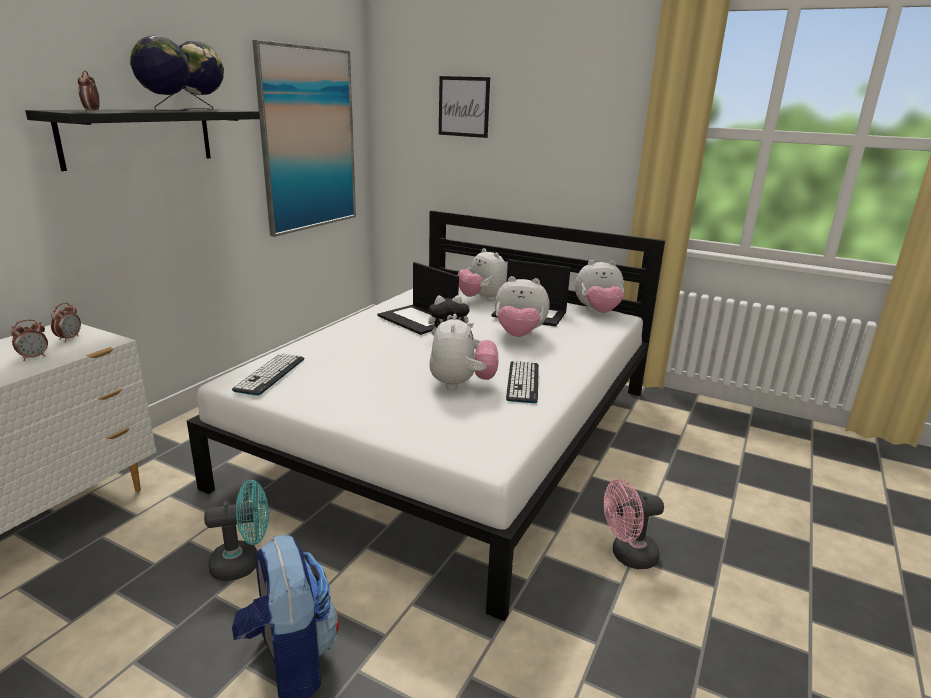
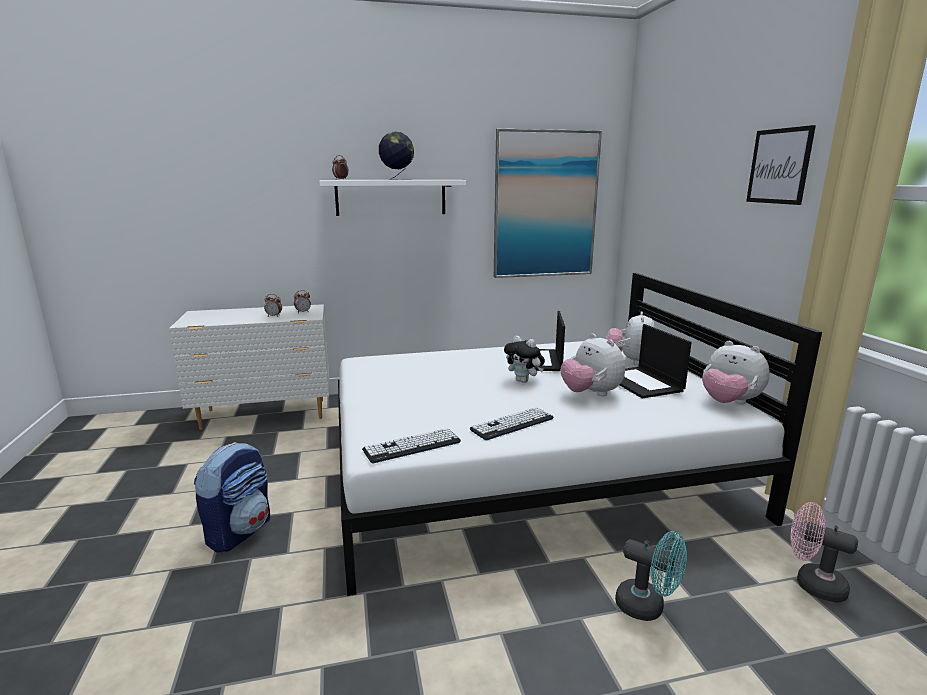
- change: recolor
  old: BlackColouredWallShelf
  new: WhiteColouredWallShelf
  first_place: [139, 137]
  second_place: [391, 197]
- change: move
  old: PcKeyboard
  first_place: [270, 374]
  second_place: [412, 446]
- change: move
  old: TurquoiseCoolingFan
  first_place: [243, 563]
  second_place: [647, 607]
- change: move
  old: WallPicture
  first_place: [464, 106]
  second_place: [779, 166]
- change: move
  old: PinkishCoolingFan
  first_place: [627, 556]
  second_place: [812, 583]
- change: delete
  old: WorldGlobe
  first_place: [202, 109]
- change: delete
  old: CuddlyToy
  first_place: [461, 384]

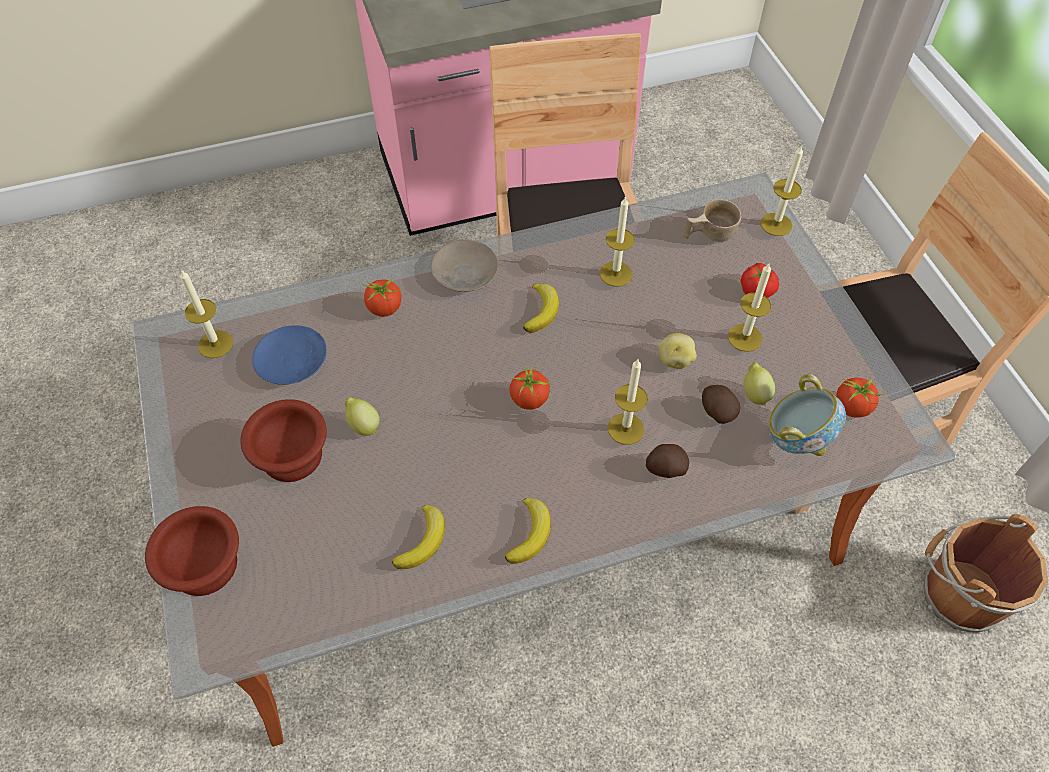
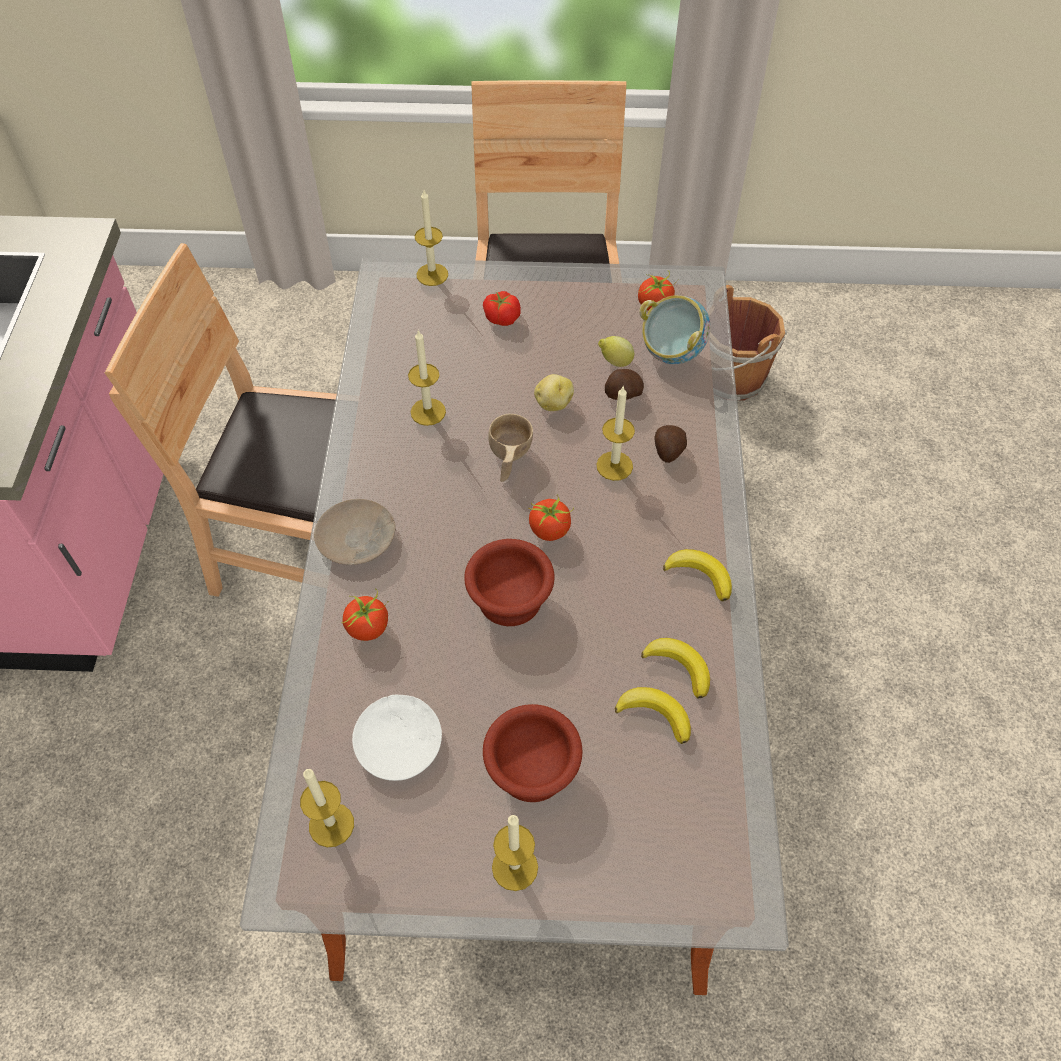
- change: recolor
  old: BluishDinnerPlate
  new: WhiteColouredDinnerPlate
  first_place: [293, 361]
  second_place: [399, 741]
- change: move
  old: BrownServingBowl
  first_place: [205, 563]
  second_place: [507, 598]
- change: move
  old: SandColouredCup
  first_place: [708, 235]
  second_place: [508, 459]
- change: move
  old: WaxCandle
  first_place: [744, 337]
  second_place: [515, 867]
- change: move
  old: Banana
  first_place: [541, 310]
  second_place: [655, 714]
- change: delete
  old: WholeLemon
  first_place: [363, 425]

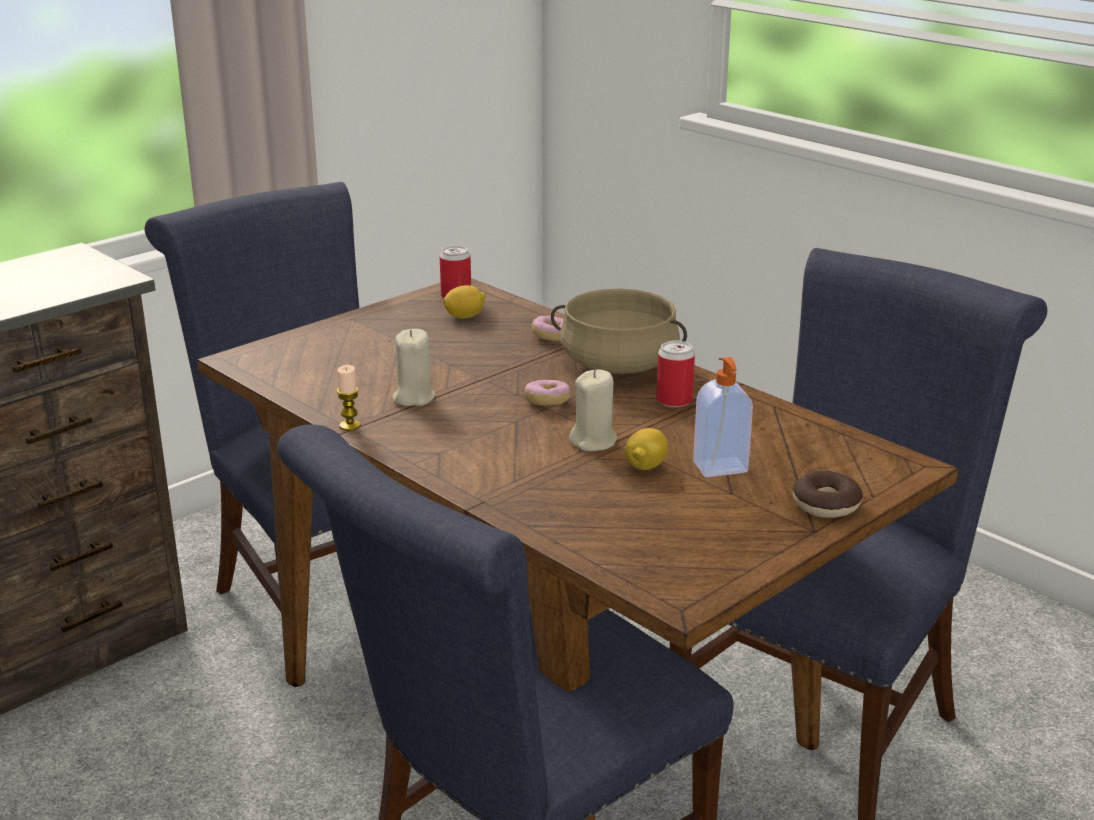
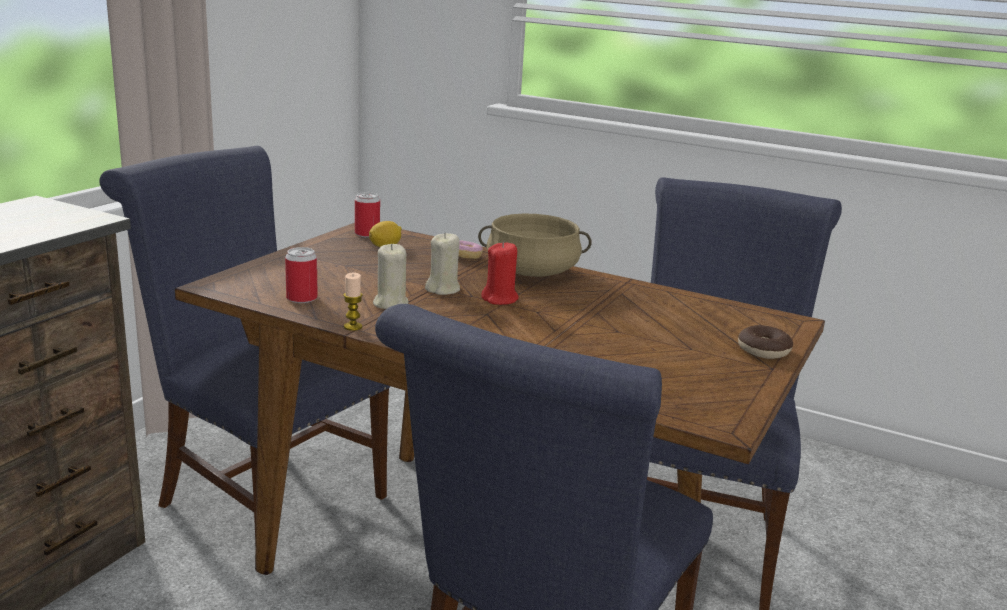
- change: move
  old: Can
  first_place: [674, 401]
  second_place: [302, 298]
- change: move
  old: SandColouredWaxCandle
  first_place: [594, 441]
  second_place: [443, 289]
- change: replace
  old: Doughnut
  new: RedColouredWaxCandle
  first_place: [547, 402]
  second_place: [500, 299]
- change: delete
  old: WholeLemon
  first_place: [645, 466]
- change: delete
  old: SoapBottle
  first_place: [721, 468]

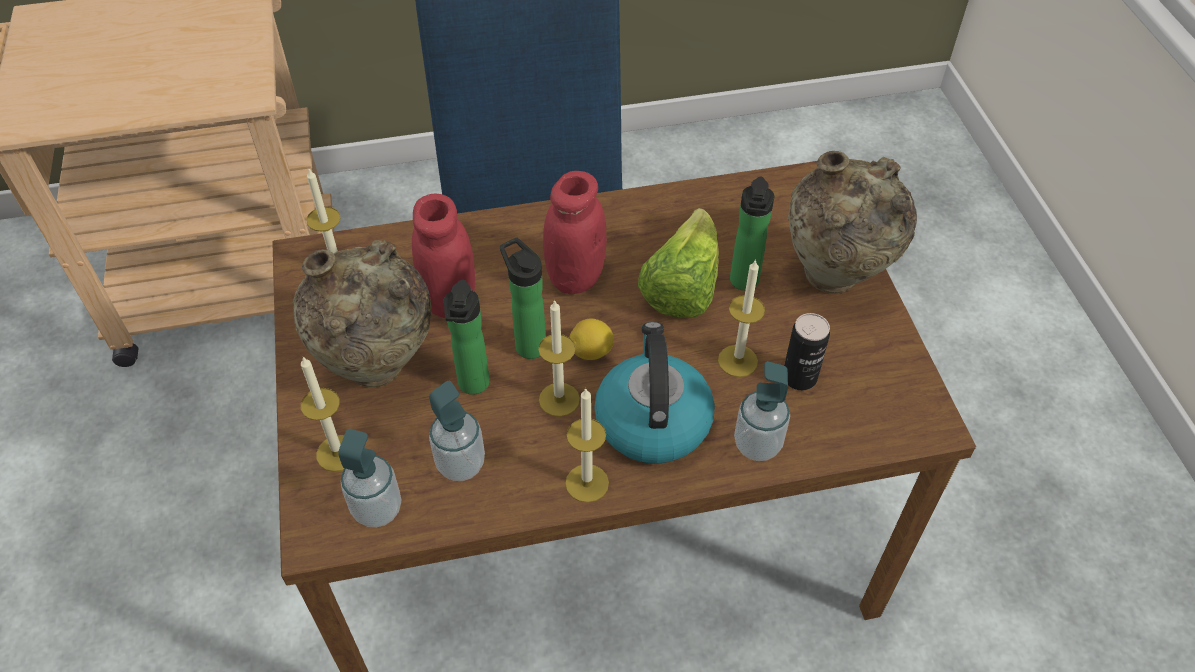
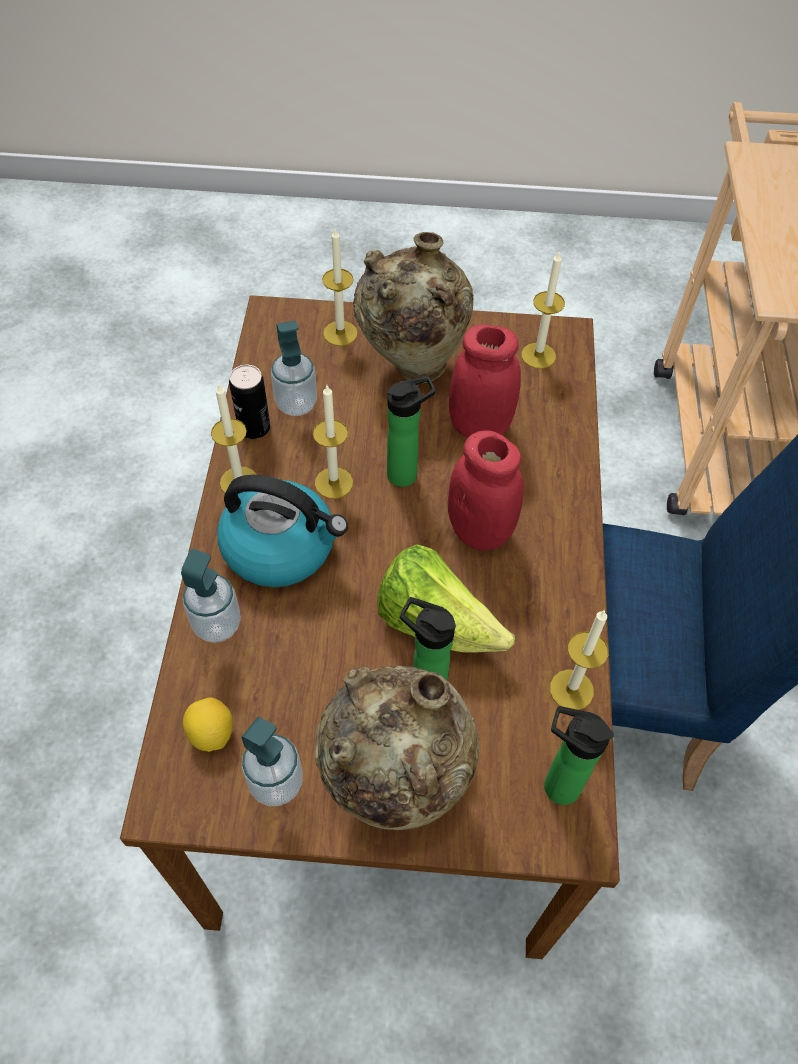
- change: move
  old: WholeLemon
  first_place: [591, 352]
  second_place: [211, 733]
- change: move
  old: Can
  first_place: [799, 377]
  second_place: [254, 427]
- change: move
  old: SoapBottle
  first_place: [377, 509]
  second_place: [276, 783]
- change: move
  old: BeverageBottle
  first_place: [473, 386]
  second_place: [555, 785]
- change: move
  old: WaxCandle
  first_place: [737, 361]
  second_place: [571, 690]

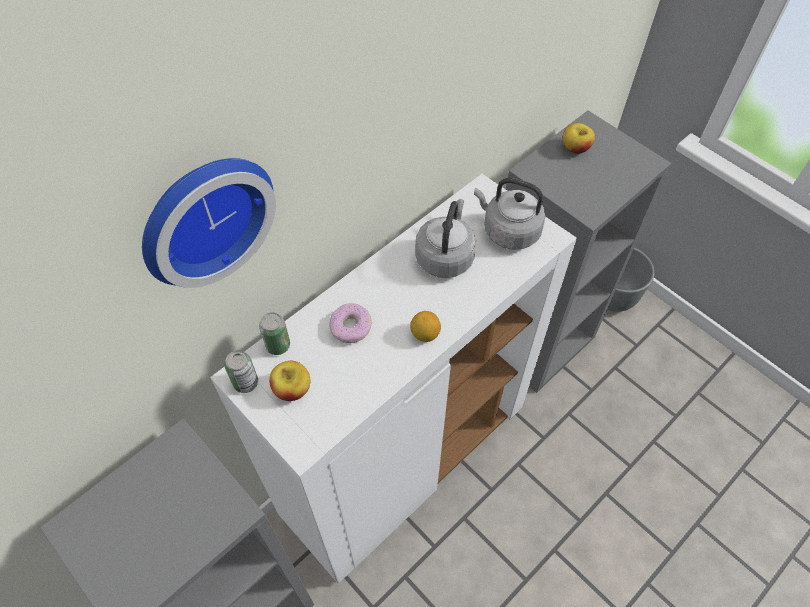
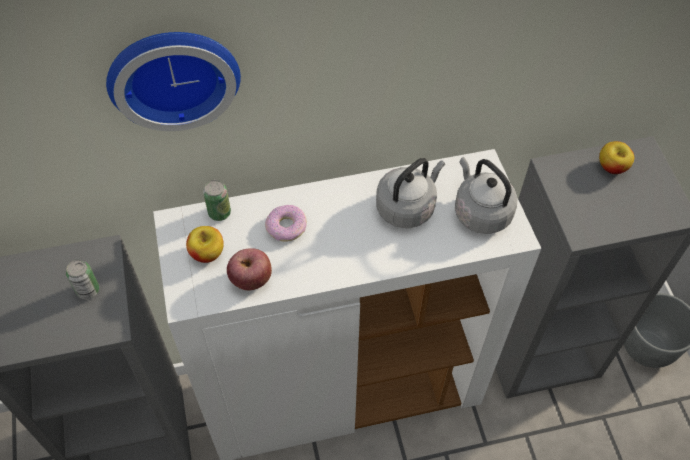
- change: move
  old: Can
  first_place: [245, 383]
  second_place: [88, 290]
- change: insert
  new: Apple
  second_place: [251, 279]
- change: delete
  old: WholeLemon
  first_place: [425, 334]

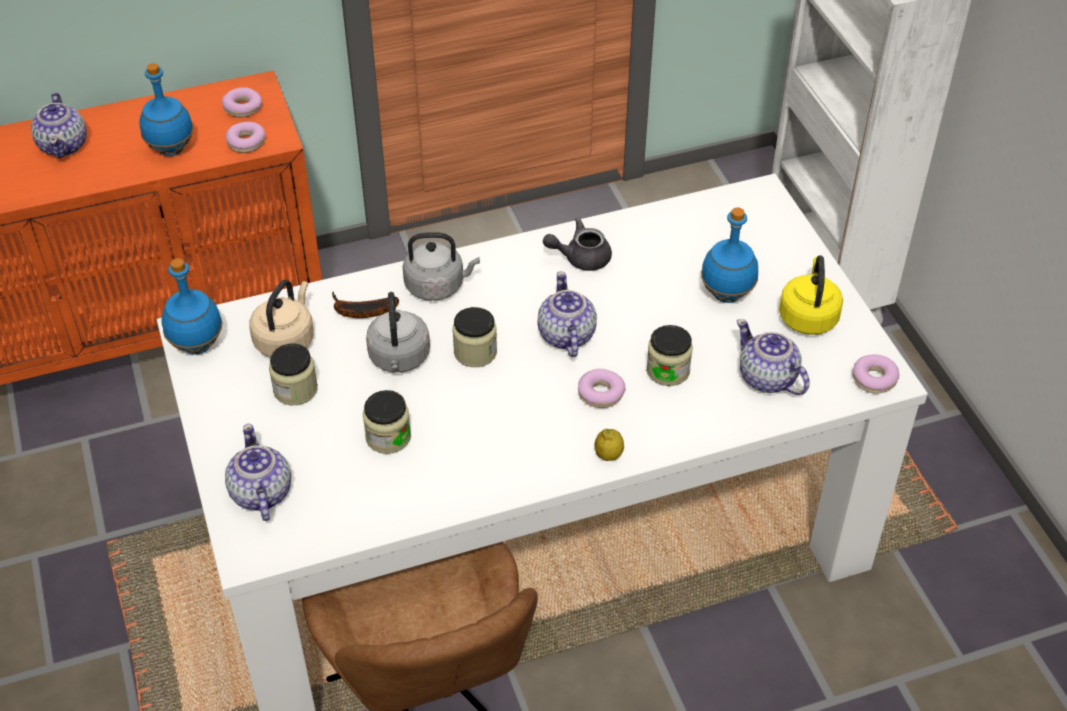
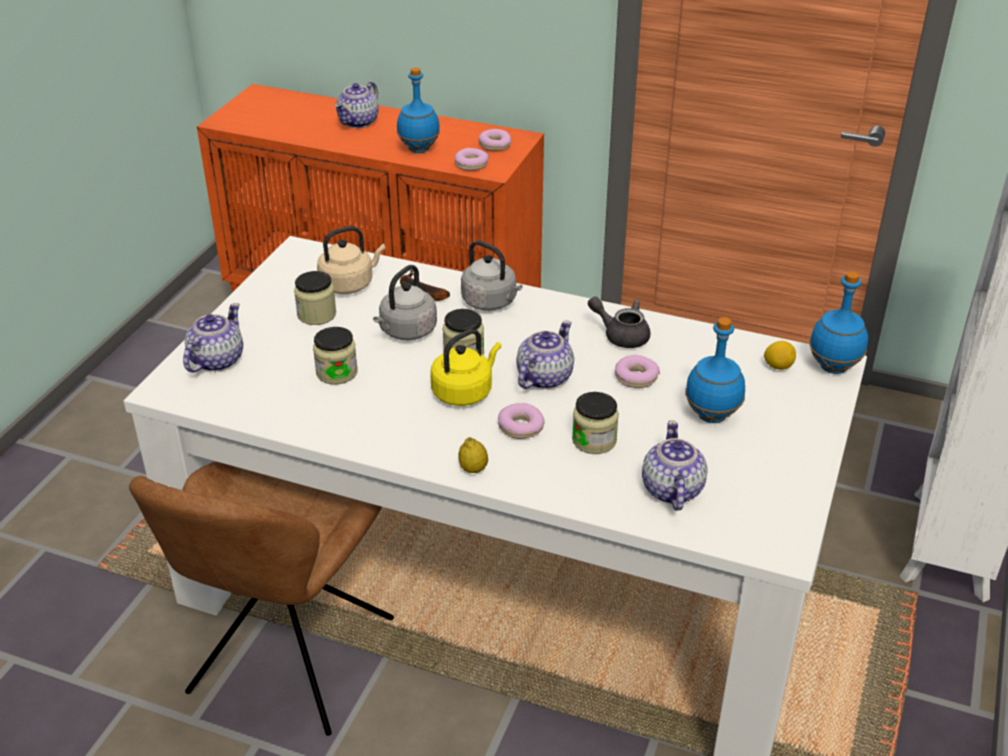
- change: move
  old: YellowKettle
  first_place: [808, 316]
  second_place: [464, 392]
- change: move
  old: Doughnut
  first_place: [874, 379]
  second_place: [636, 377]
- change: insert
  new: WholeLemon
  second_place: [778, 366]
- change: move
  old: BluishBeverageBottle
  first_place: [196, 345]
  second_place: [833, 367]

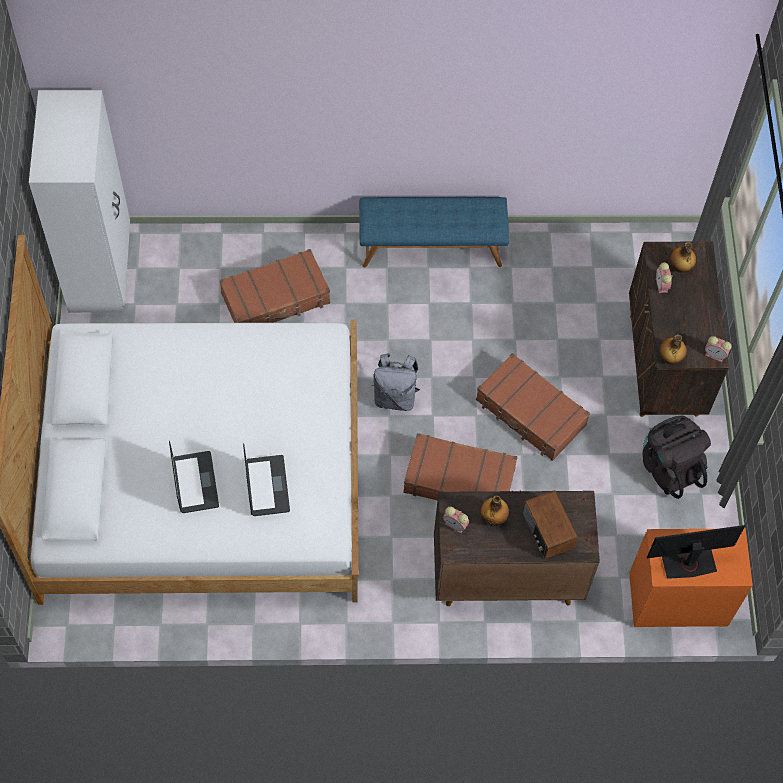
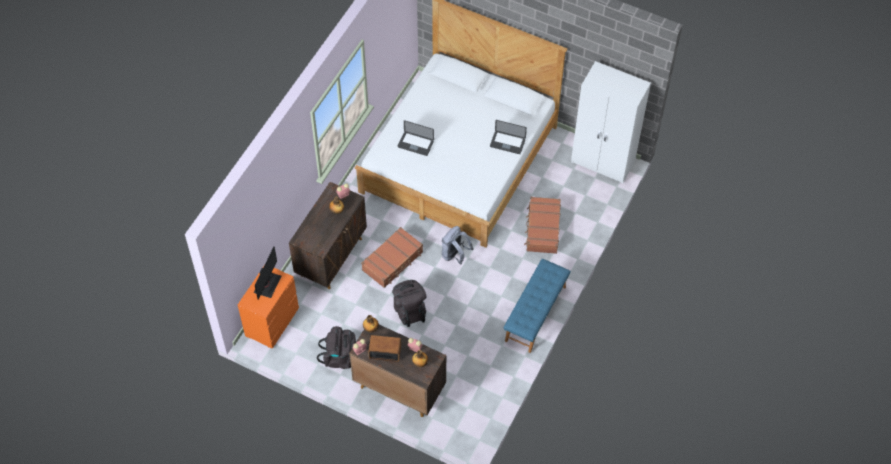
- change: move
  old: RadioSet
  first_place: [547, 531]
  second_place: [385, 351]
- change: replace
  old: BrownTravelCase
  new: BlackColouredKnapsack
  first_place: [530, 413]
  second_place: [409, 310]
- change: move
  old: NotebookComputer
  first_place: [195, 482]
  second_place: [507, 143]

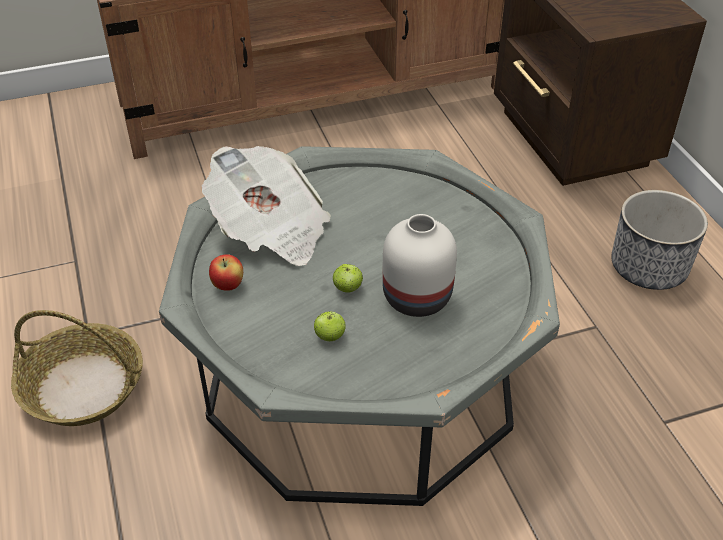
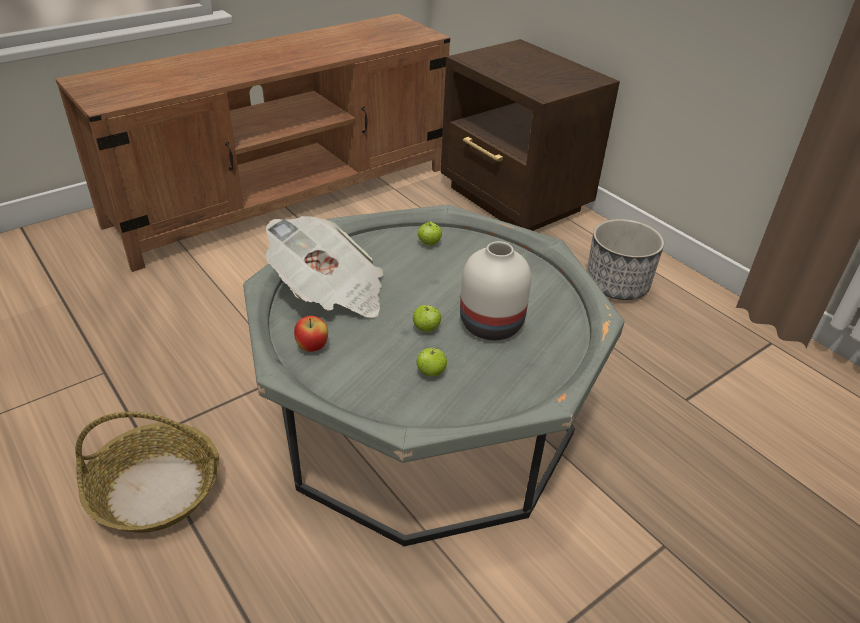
- change: insert
  new: Apple
  second_place: [429, 243]

